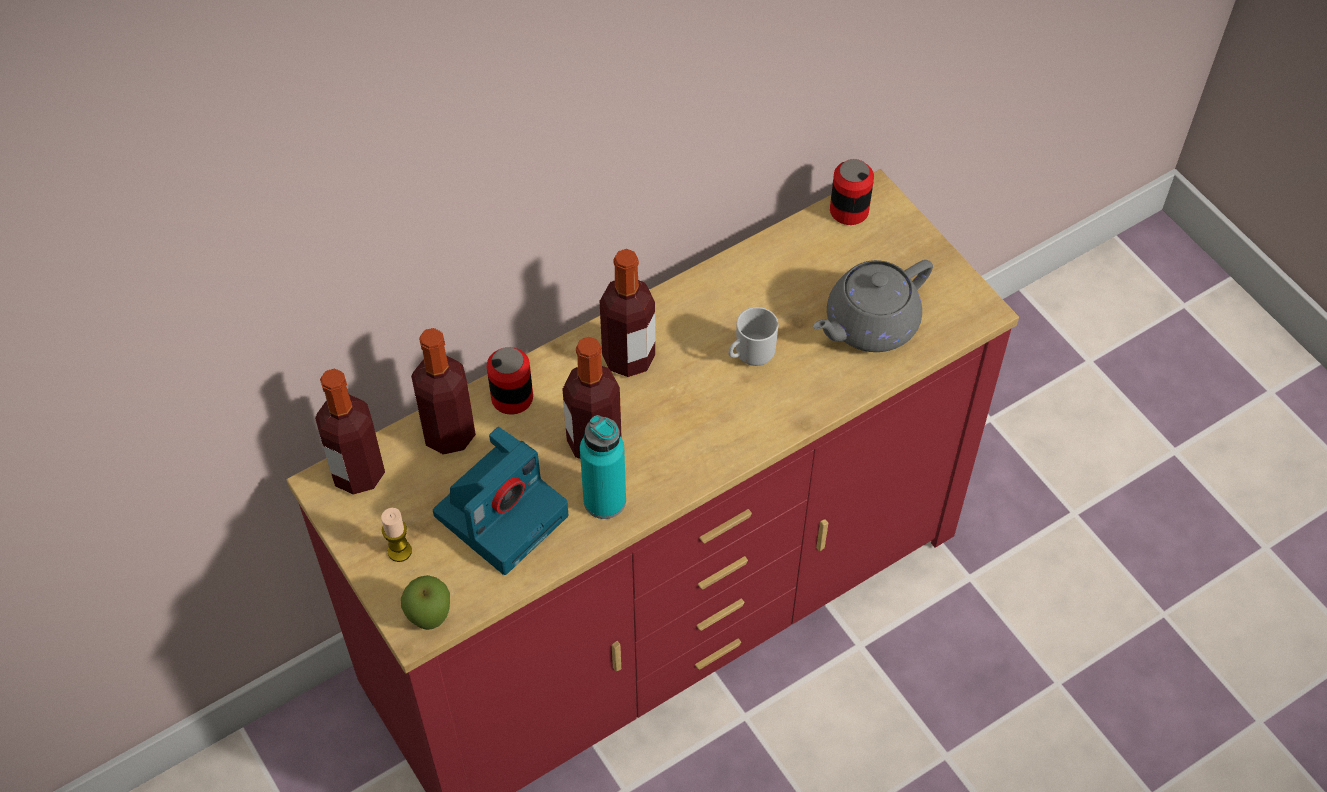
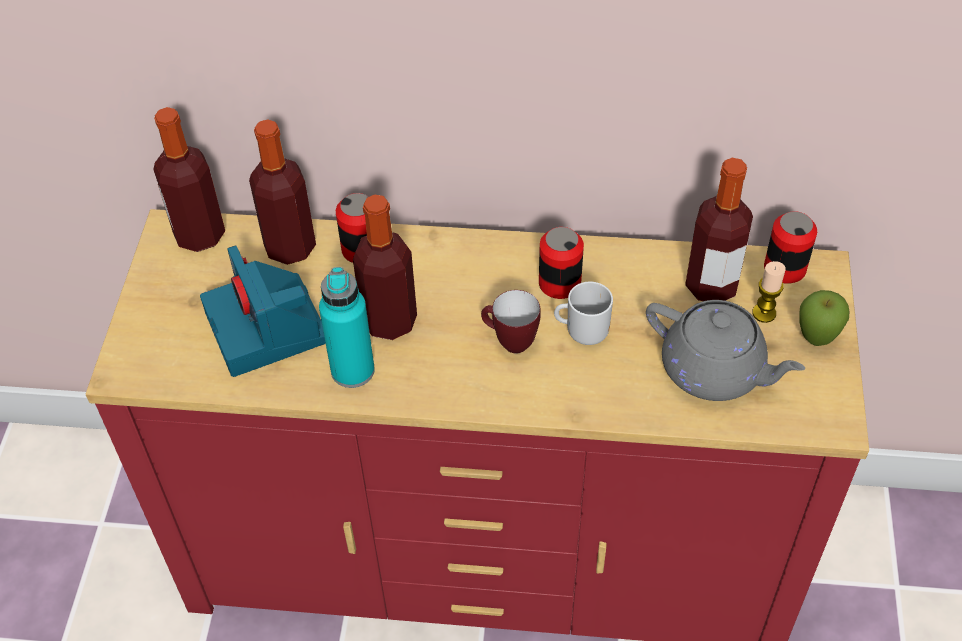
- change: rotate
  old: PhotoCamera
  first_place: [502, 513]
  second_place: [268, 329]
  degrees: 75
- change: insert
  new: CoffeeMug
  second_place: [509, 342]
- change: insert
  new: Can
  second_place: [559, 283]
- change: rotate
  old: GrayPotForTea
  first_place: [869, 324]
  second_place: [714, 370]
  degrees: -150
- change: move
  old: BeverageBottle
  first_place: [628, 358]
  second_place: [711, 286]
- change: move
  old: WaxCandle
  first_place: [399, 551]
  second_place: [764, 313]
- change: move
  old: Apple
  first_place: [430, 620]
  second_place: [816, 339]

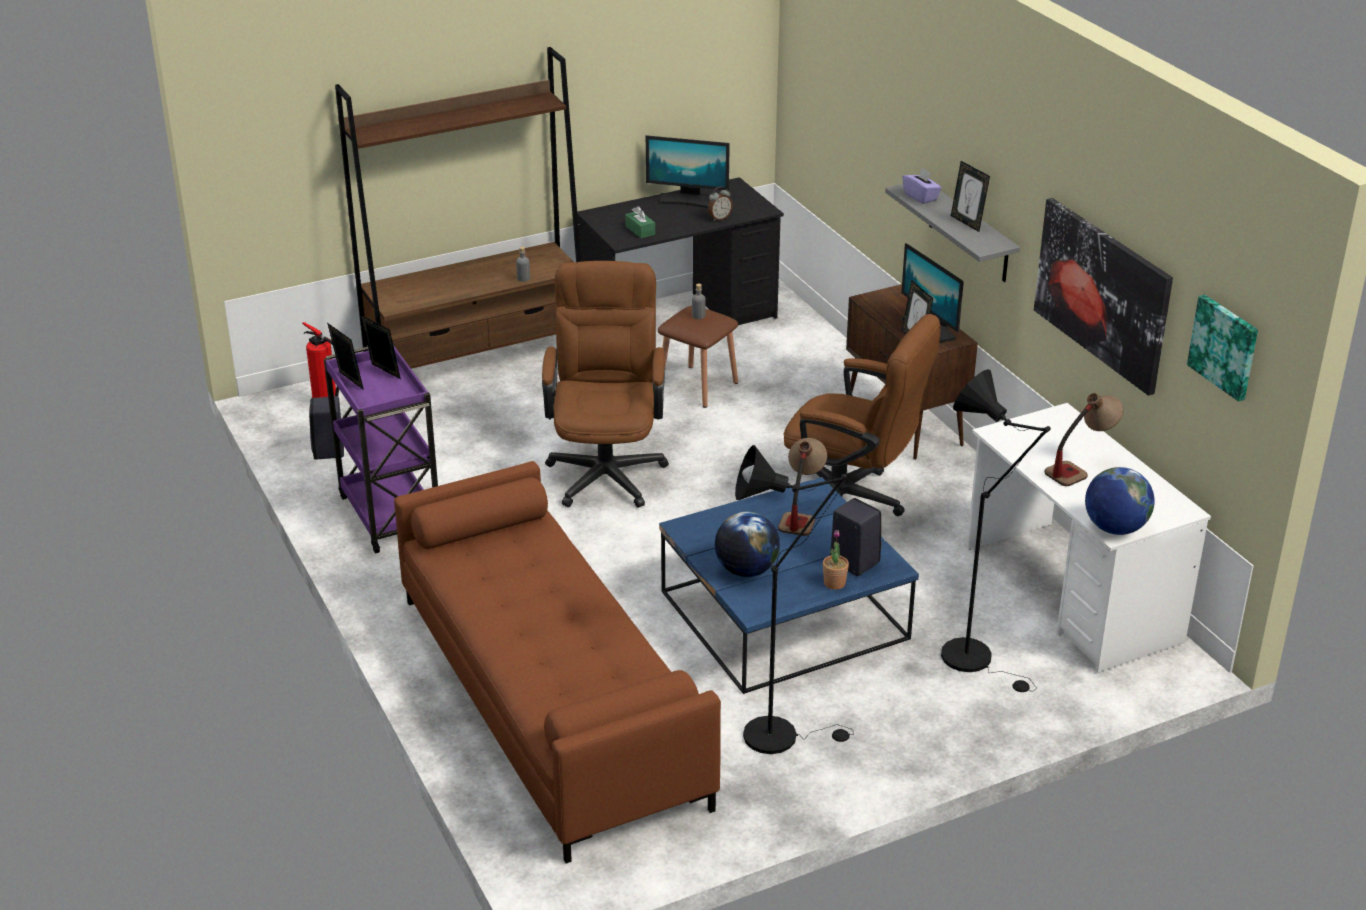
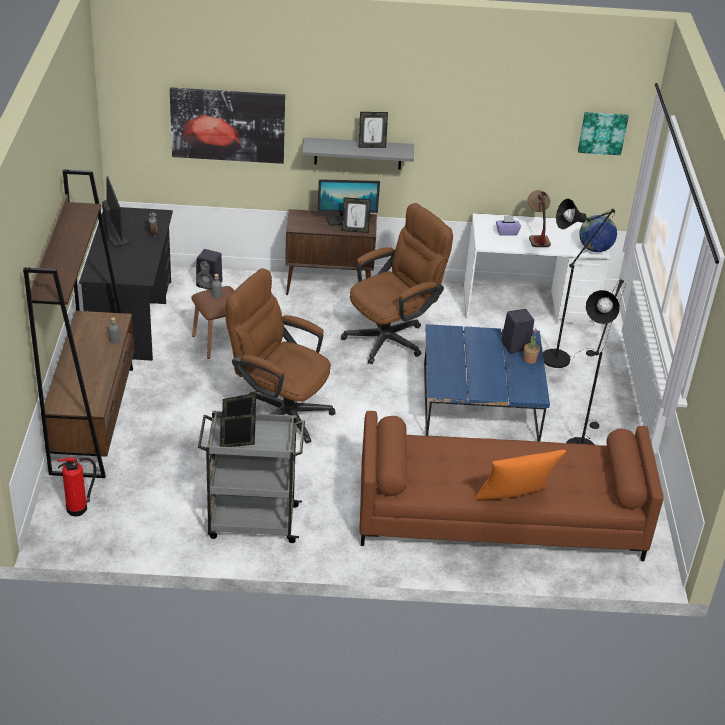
- change: rotate
  old: Monitor
  first_place: [687, 200]
  second_place: [115, 235]
  degrees: -60
- change: move
  old: WallPicture
  first_place: [1102, 293]
  second_place: [228, 125]
- change: move
  old: BlackColouredSpeaker
  first_place: [329, 451]
  second_place: [210, 284]
- change: recolor
  old: PurpleColouredCart
  new: GrayCart
  first_place: [390, 514]
  second_place: [251, 521]
- change: insert
  new: OrangeThrowPillow
  second_place: [514, 500]
- change: move
  old: PurpleColouredTissueBox
  first_place: [921, 197]
  second_place: [507, 232]
- change: delete
  old: GreenishTissueBox
  first_place: [640, 230]
- change: delete
  old: WorldGlobe
  first_place: [746, 570]
- change: delete
  old: TabletopLamp
  first_place: [800, 514]

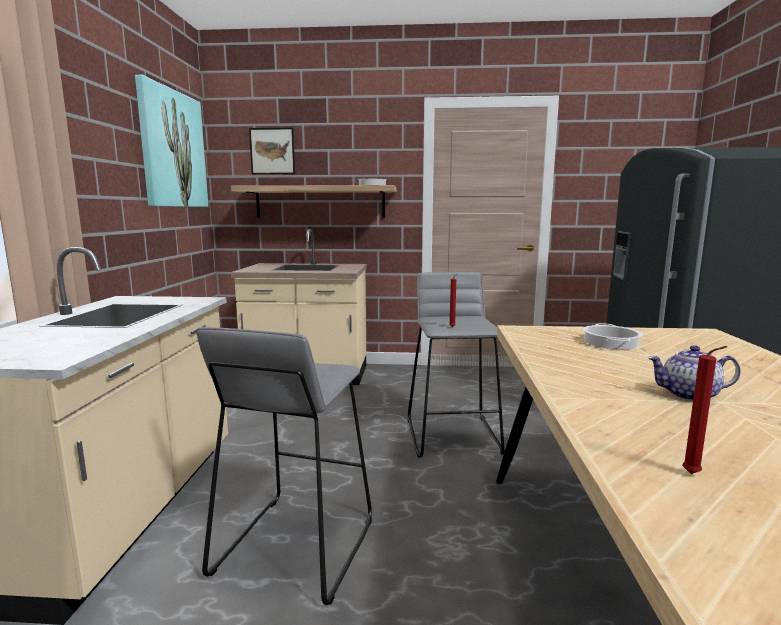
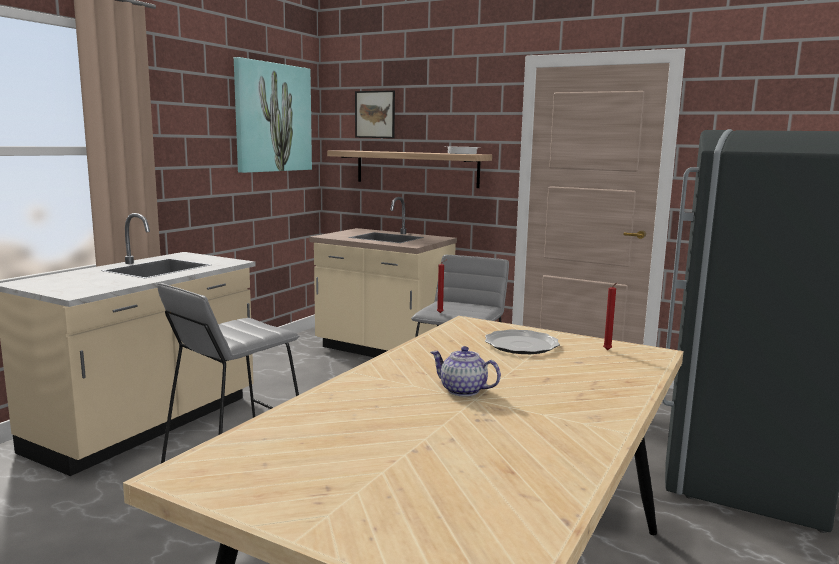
- change: replace
  old: CookingPot
  new: DinnerPlate
  first_place: [611, 342]
  second_place: [521, 345]
- change: move
  old: RedColouredWaxCandle
  first_place: [694, 475]
  second_place: [608, 350]

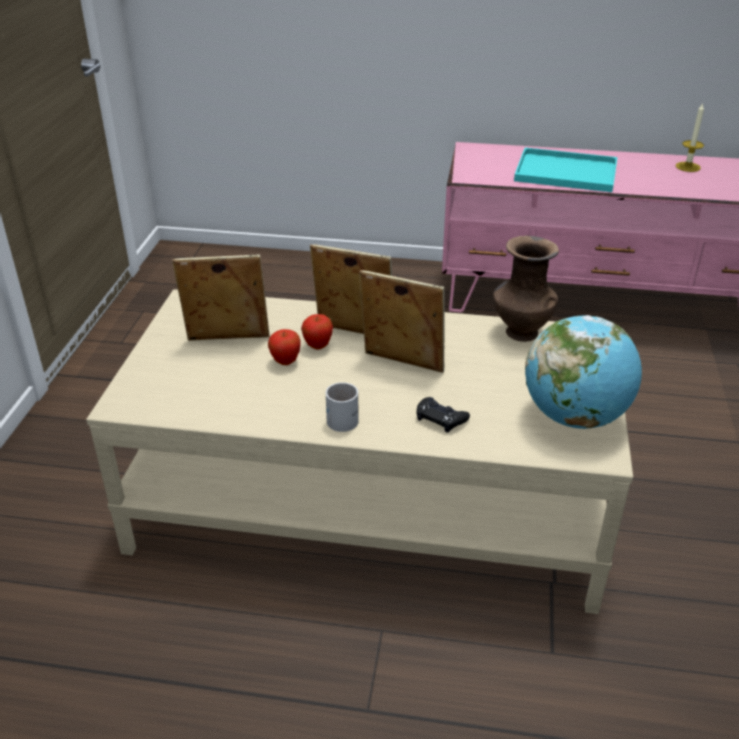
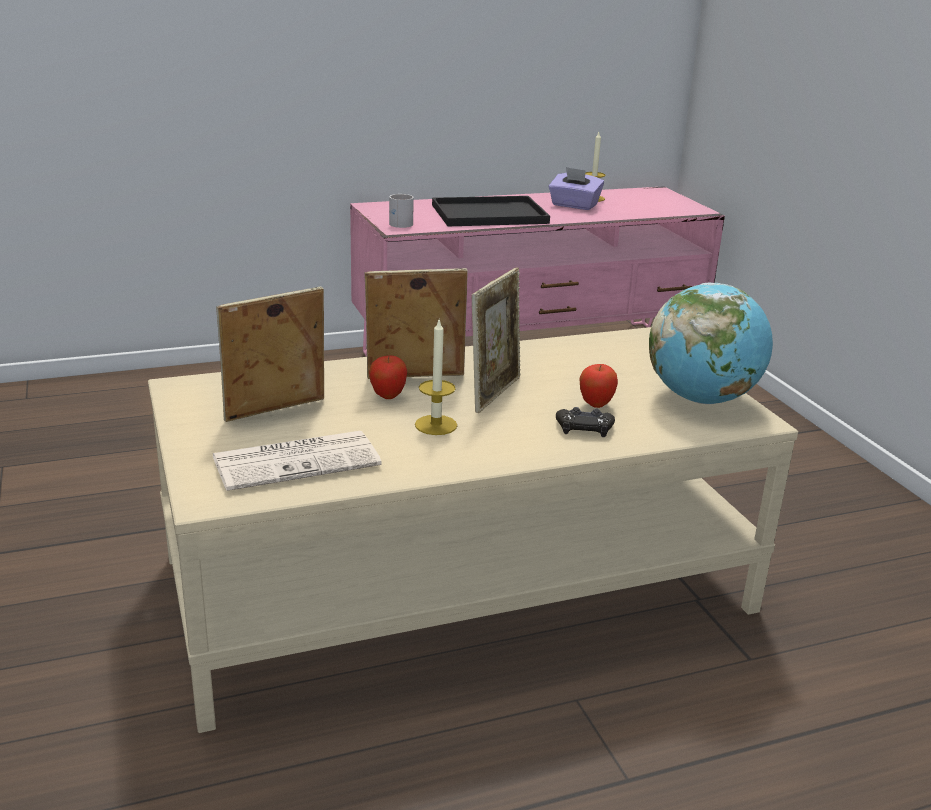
- change: insert
  new: PrintedPaper
  second_place: [298, 461]
- change: move
  old: WhiteColouredCoffeeMug
  first_place: [345, 417]
  second_place: [400, 222]
- change: insert
  new: WaxCandle
  second_place: [436, 425]
- change: recolor
  old: TurquoiseTray
  new: BlackColouredTray
  first_place: [568, 172]
  second_place: [491, 213]
- change: rotate
  old: PhotoFrame
  first_place: [401, 364]
  second_place: [494, 393]
  degrees: 120
- change: insert
  new: PurpleColouredTissueBox
  second_place: [574, 205]
- change: move
  old: Apple
  first_place: [285, 362]
  second_place: [596, 405]
- change: delete
  old: BrownDecorativeVase
  first_place: [520, 332]

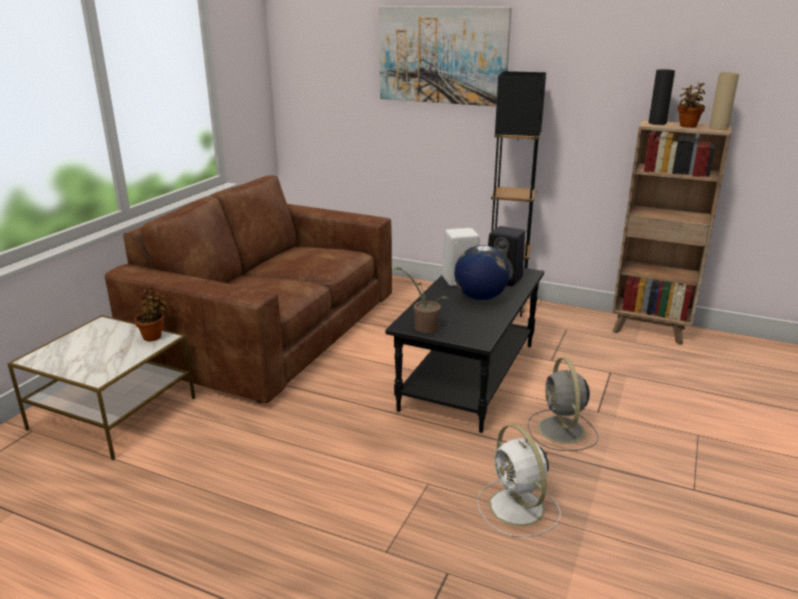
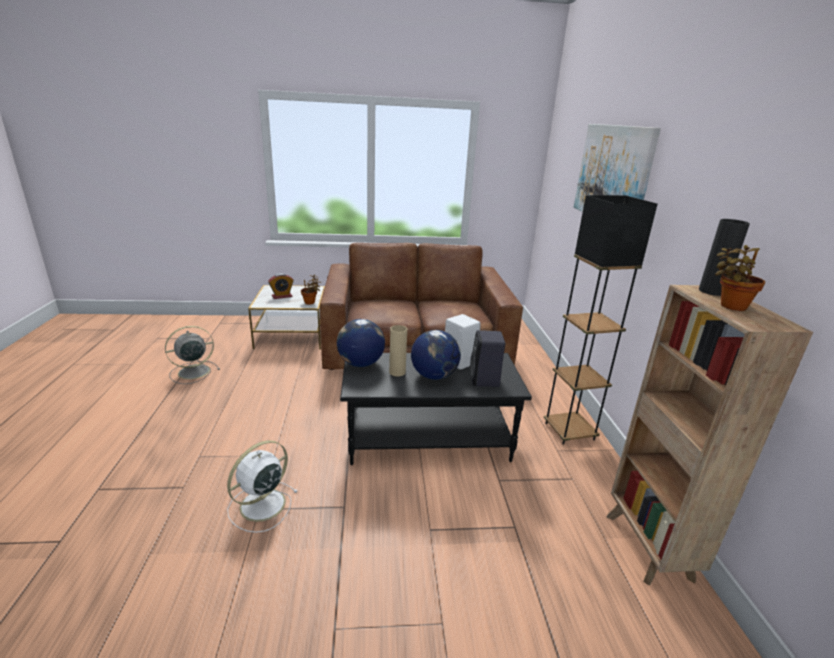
- change: move
  old: GrayCoolingFan
  first_place: [561, 431]
  second_place: [192, 372]
- change: insert
  new: AlarmClock
  second_place: [282, 296]
- change: replace
  old: PlantInAPot
  new: WorldGlobe
  first_place: [423, 326]
  second_place: [360, 363]
- change: move
  old: SandColouredDecorativeVase
  first_place: [718, 128]
  second_place: [397, 372]

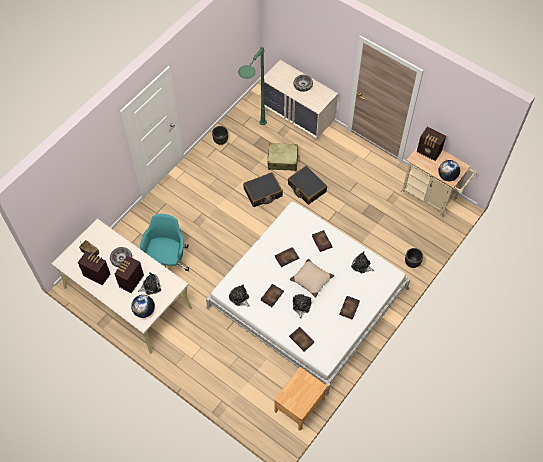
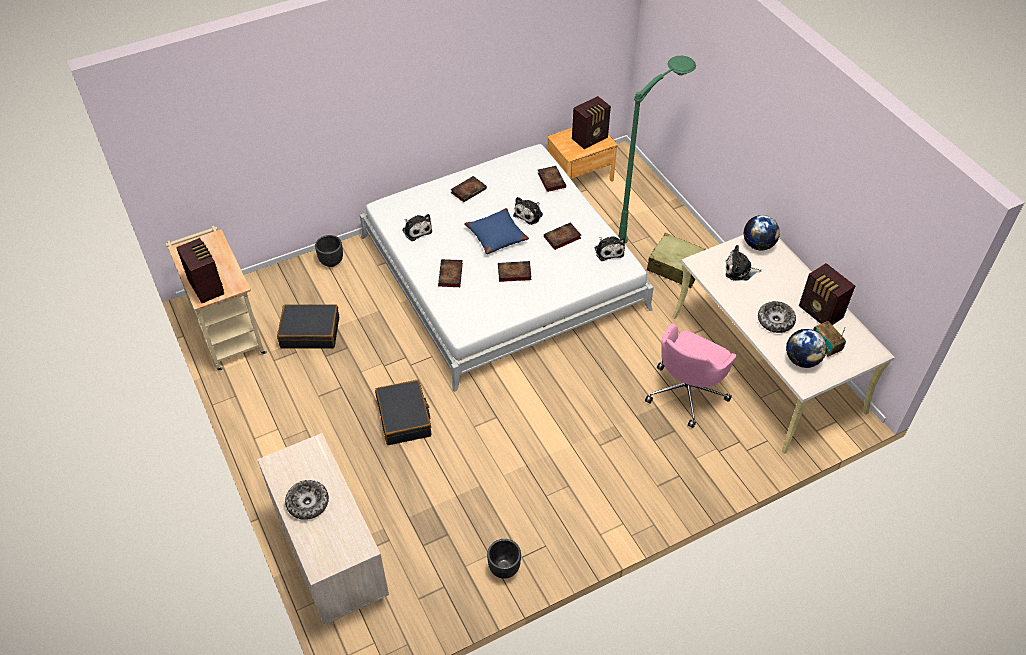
- change: move
  old: BlackColouredTravelCase
  first_place: [263, 193]
  second_place: [310, 332]
- change: recolor
  old: SandColouredThrowPillow
  new: BluishThrowPillow
  first_place: [311, 279]
  second_place: [496, 236]
- change: move
  old: RadioSet
  first_place: [130, 281]
  second_place: [590, 138]
- change: move
  old: GreenishStandardLamp
  first_place: [253, 139]
  second_place: [648, 221]
- change: recolor
  old: TurquoiseOfficeChair
  new: PinkishOfficeChair
  first_place: [167, 261]
  second_place: [687, 392]
- change: move
  old: SandColouredTravelCase
  first_place: [283, 160]
  second_place: [676, 267]
- change: move
  old: WorldGlobe
  first_place: [447, 176]
  second_place: [802, 360]

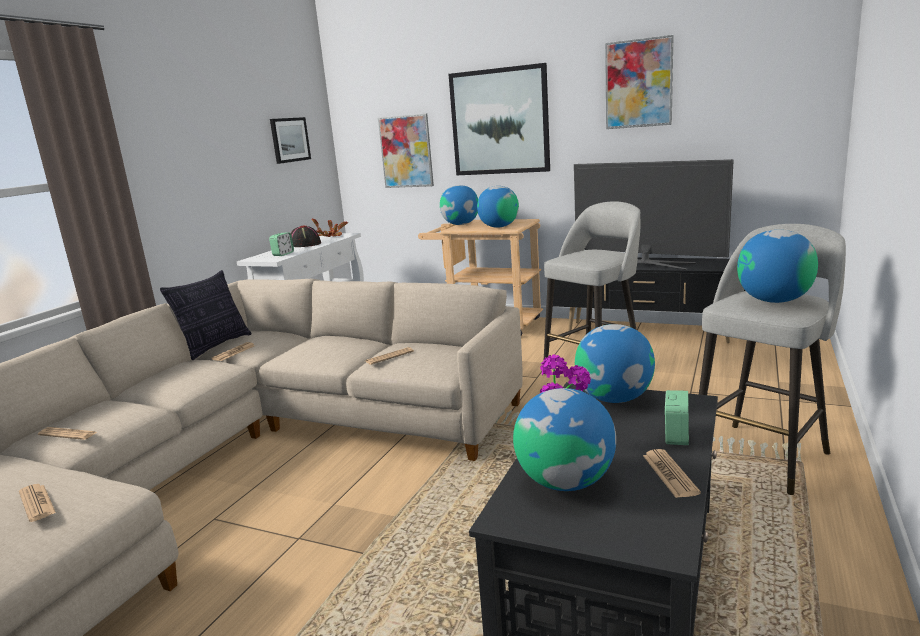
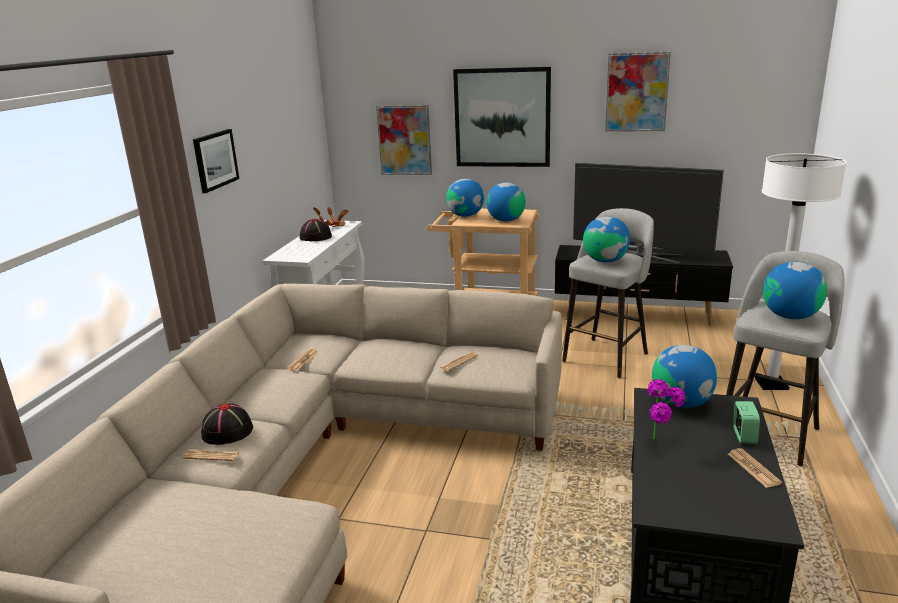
- change: move
  old: WallPicture
  first_place: [289, 140]
  second_place: [215, 160]
- change: insert
  new: BlackColouredHat
  second_place: [227, 432]
- change: move
  old: WorldGlobe
  first_place: [565, 482]
  second_place: [605, 260]
- change: insert
  new: WhiteColouredStandardLamp
  second_place: [771, 384]
- change: delete
  old: PrintedPaper
  first_place: [37, 503]
- change: delete
  old: ThrowPillow
  first_place: [215, 346]
- change: delete
  old: AlarmClock
  first_place: [283, 254]

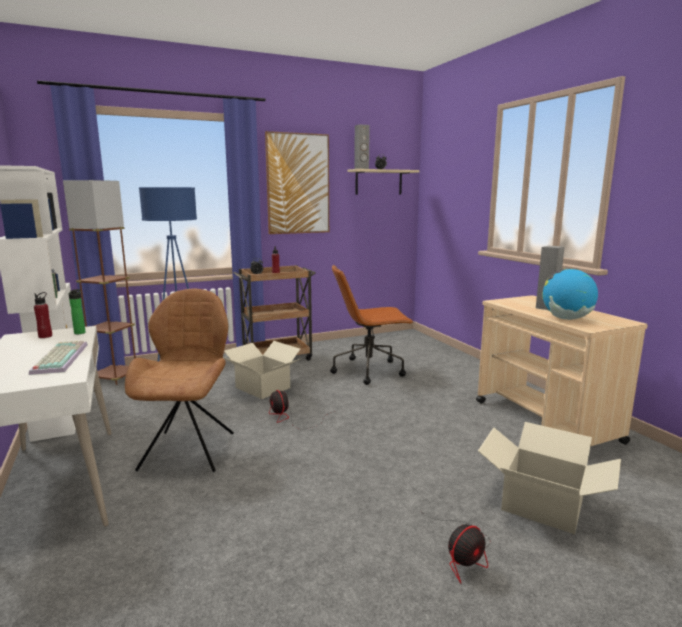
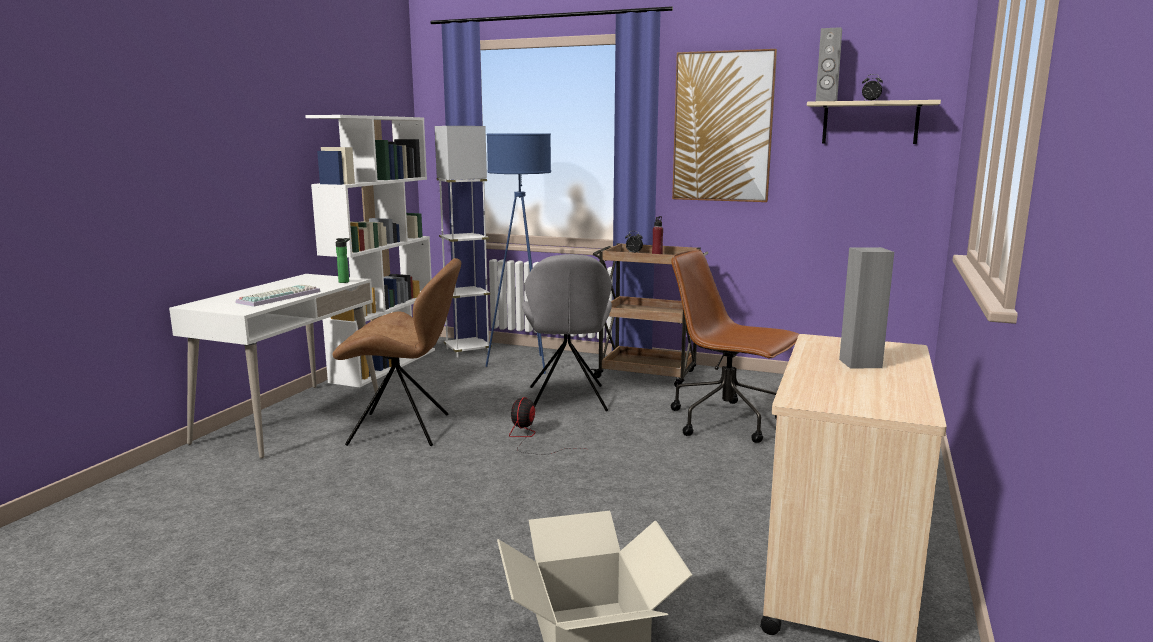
- change: rotate
  old: BrownPlainChair
  first_place: [189, 449]
  second_place: [404, 429]
  degrees: 45
- change: recolor
  old: BrownStandardLamp
  new: WhiteColouredStandardLamp
  first_place: [115, 377]
  second_place: [467, 350]
- change: replace
  old: CardboardBox
  new: GrayPlainChair
  first_place: [262, 388]
  second_place: [567, 400]
- change: delete
  old: RedColouredBeverageBottle
  first_place: [45, 336]
- change: delete
  old: CoolingFan
  first_place: [463, 554]
- change: delete
  old: WorldGlobe
  first_place: [566, 319]

